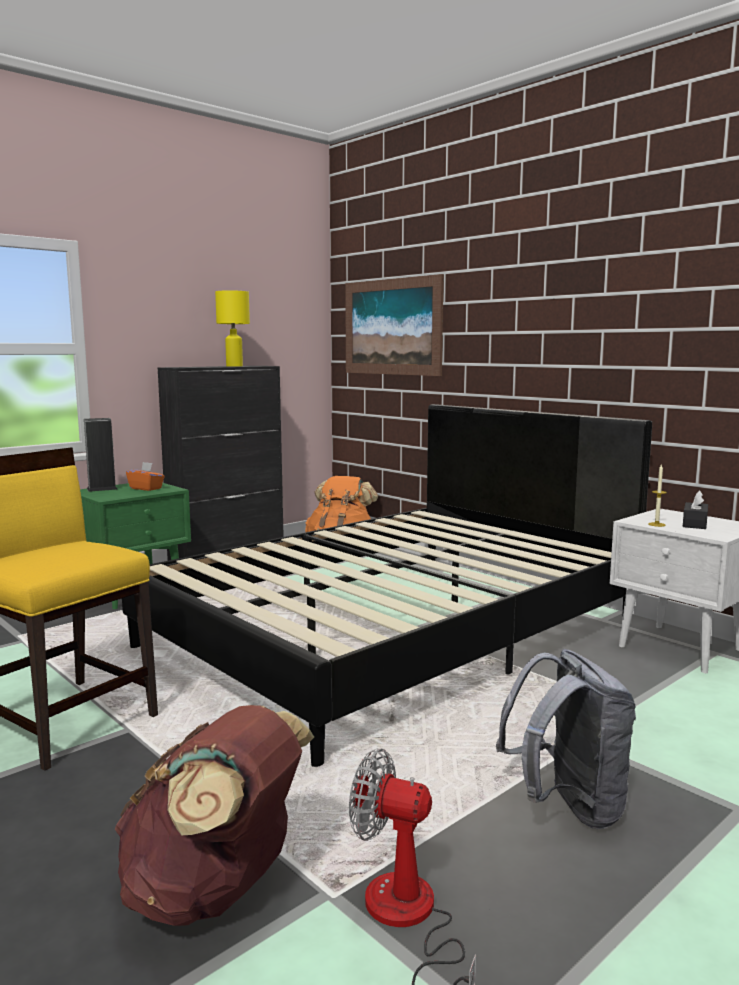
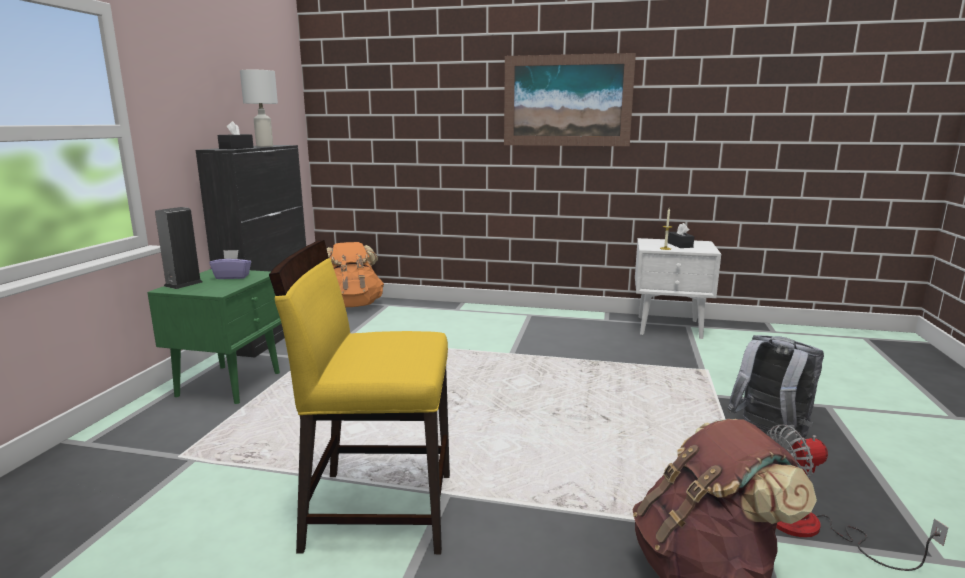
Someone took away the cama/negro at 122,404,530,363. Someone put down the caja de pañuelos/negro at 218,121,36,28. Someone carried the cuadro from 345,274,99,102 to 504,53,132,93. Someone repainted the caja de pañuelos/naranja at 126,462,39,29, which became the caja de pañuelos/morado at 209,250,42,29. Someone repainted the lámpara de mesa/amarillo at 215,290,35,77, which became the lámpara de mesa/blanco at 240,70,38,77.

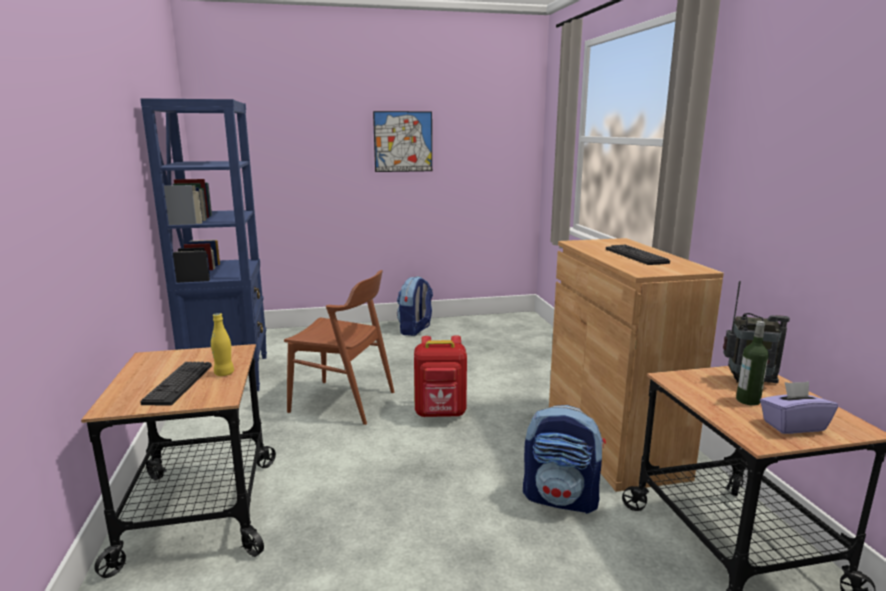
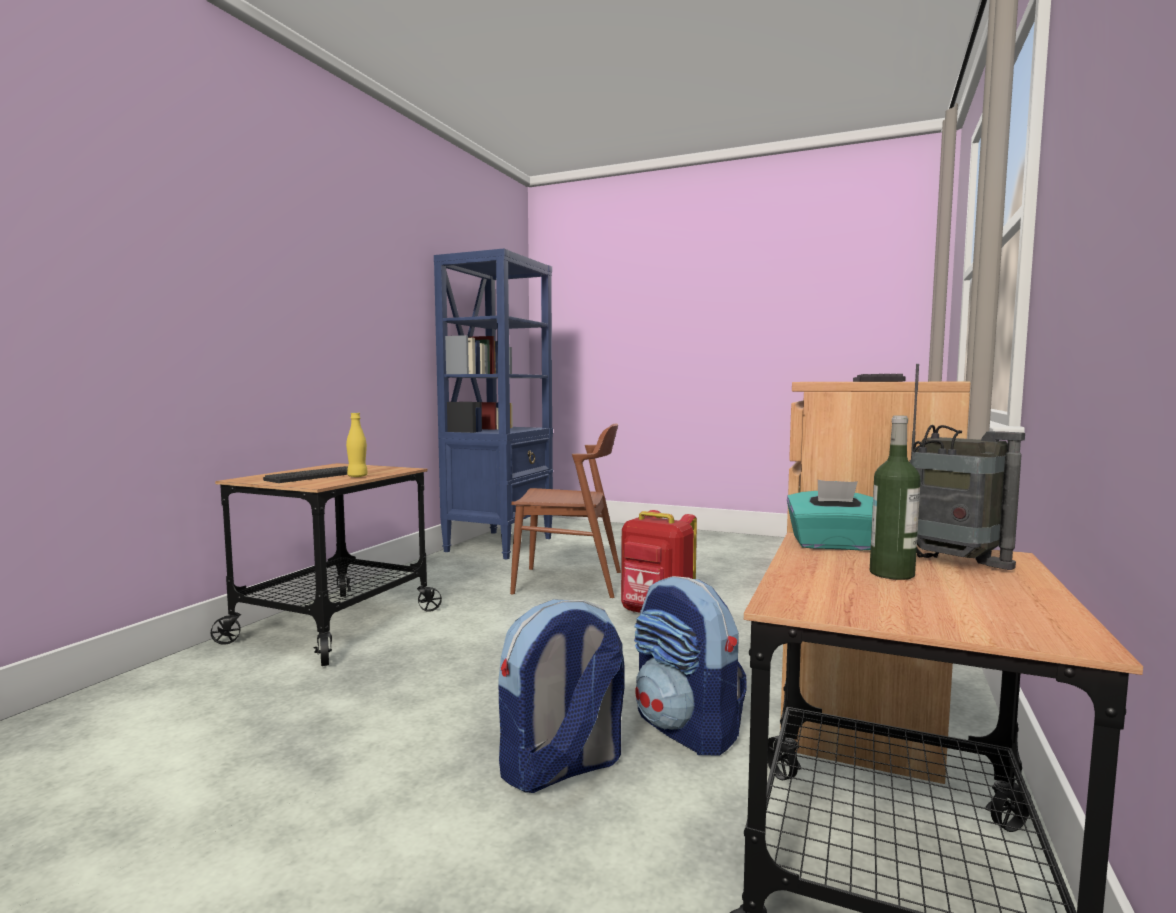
Someone took away the cuadro at 373,111,59,61. Someone took away the caja de pañuelos/morado at 760,381,78,53. Someone put down the caja de pañuelos/turquesa at 787,480,86,70. Someone carried the mochila from 397,276,36,60 to 498,599,127,194. Someone rotated the silla/marrón at 284,270,110,155 by 45 degrees counterclockwise.

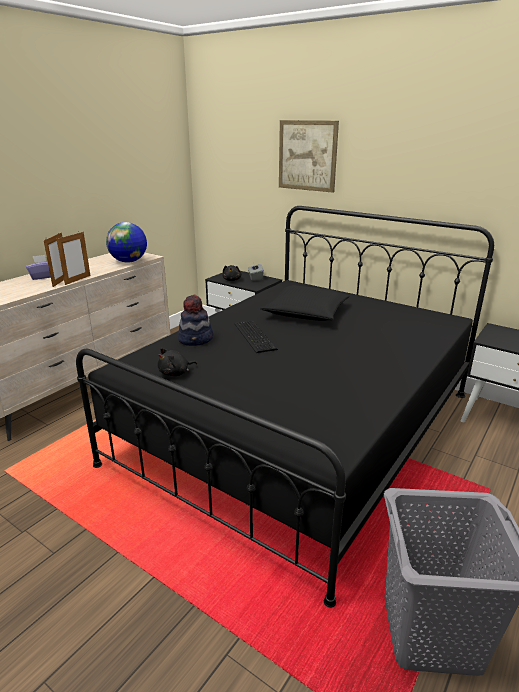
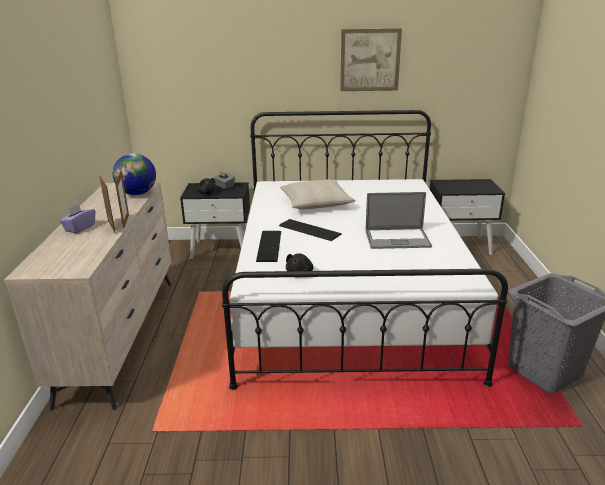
Someone put down the portátil at 366,192,66,57. Someone carried the cuadro from 279,120,60,73 to 340,28,62,63. Someone swapped the sombrero at 178,295,35,51 for the teclado at 256,231,25,31. Someone repainted the cama/negro at 76,206,418,402, which became the cama/blanco at 222,110,286,280. Someone repainted the cojín/negro at 260,286,90,35, which became the cojín/beis at 280,179,76,30.

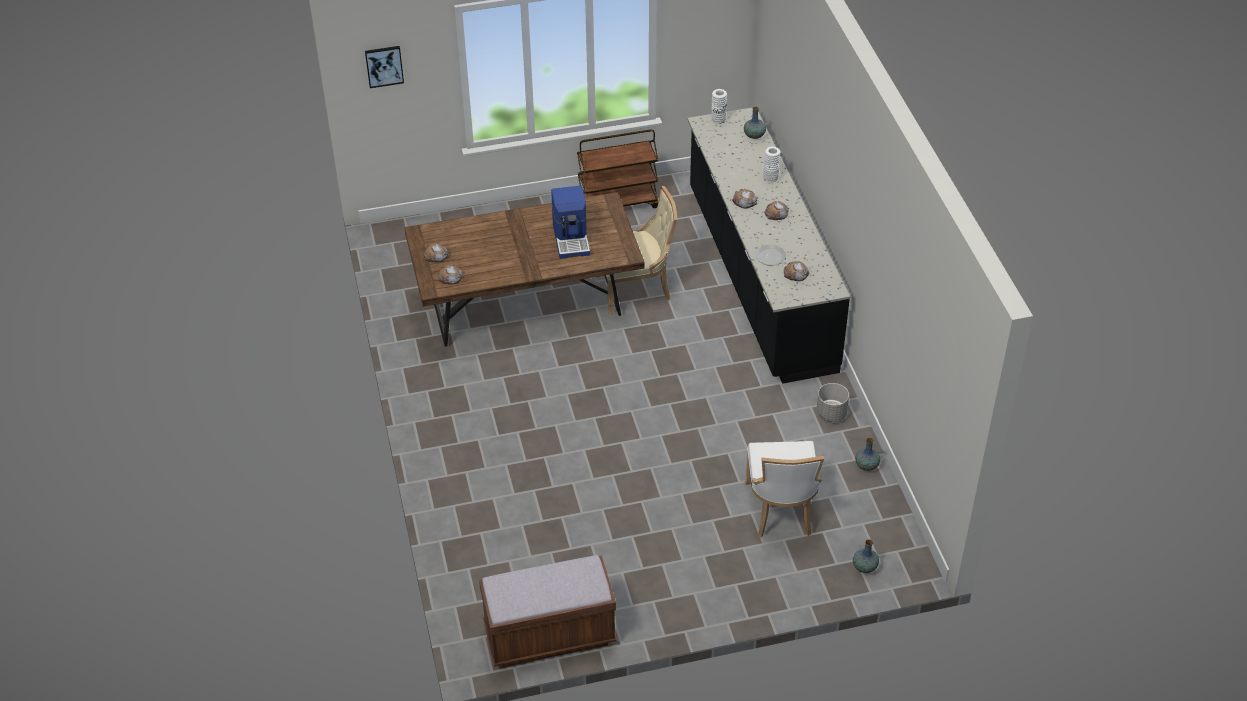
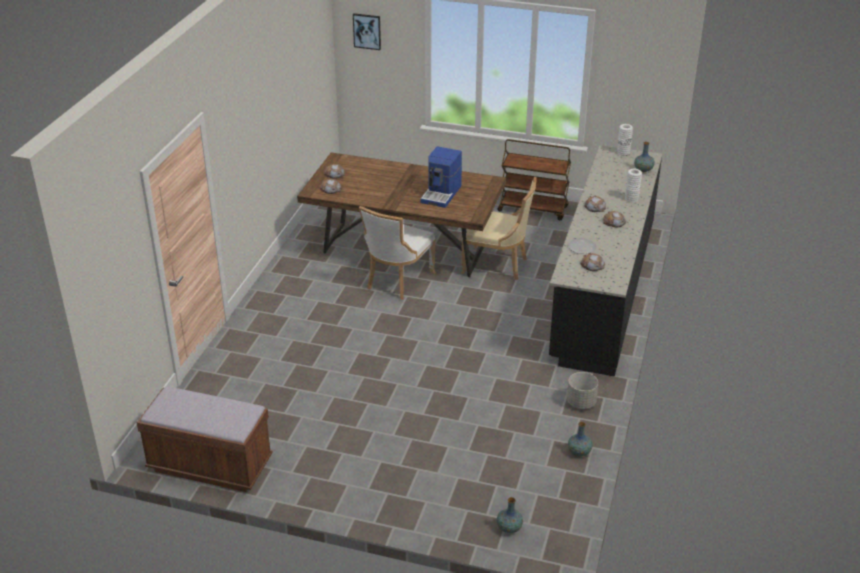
Someone carried the silla/blanco from 745,441,79,96 to 359,206,77,94.

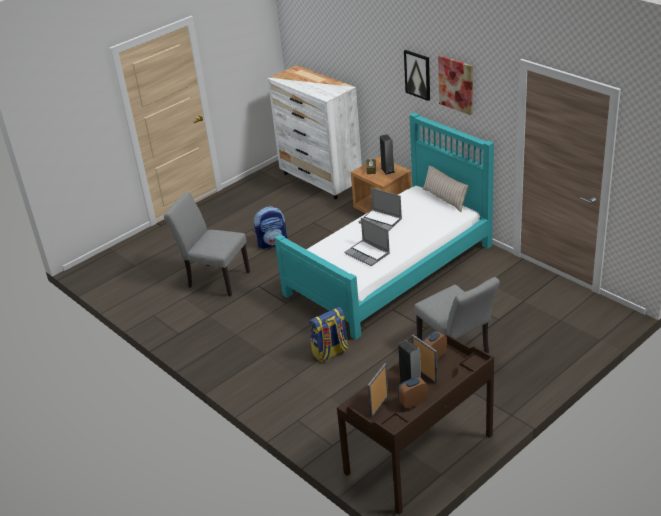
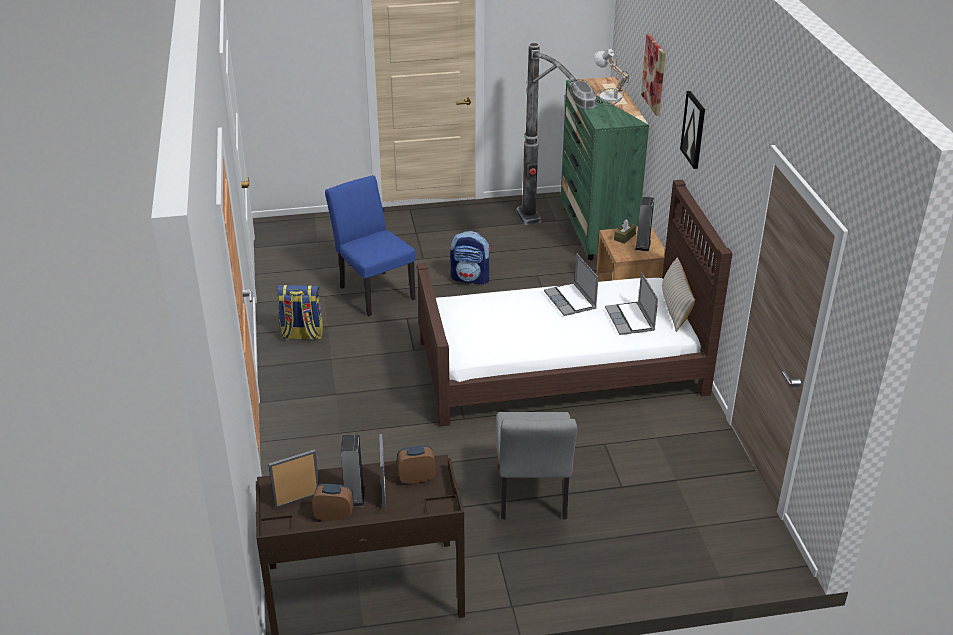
Someone put down the lámpara de pie at 517,43,79,182. Someone put down the lámpara de mesa at 594,49,35,57. Someone carried the mochila from 309,307,40,55 to 277,285,46,55. Someone carried the portátil from 345,218,45,48 to 605,272,53,63. Someone carried the cuadro from 438,55,35,60 to 641,34,25,82. Someone repainted the silla/gris at 164,192,86,105, which became the silla/azul at 325,175,91,141. Someone repainted the cómoda/blanco at 268,65,94,134, which became the cómoda/verde at 561,77,88,183. Someone repainted the cama/turquesa at 274,112,220,228, which became the cama/marrón at 417,180,315,247.

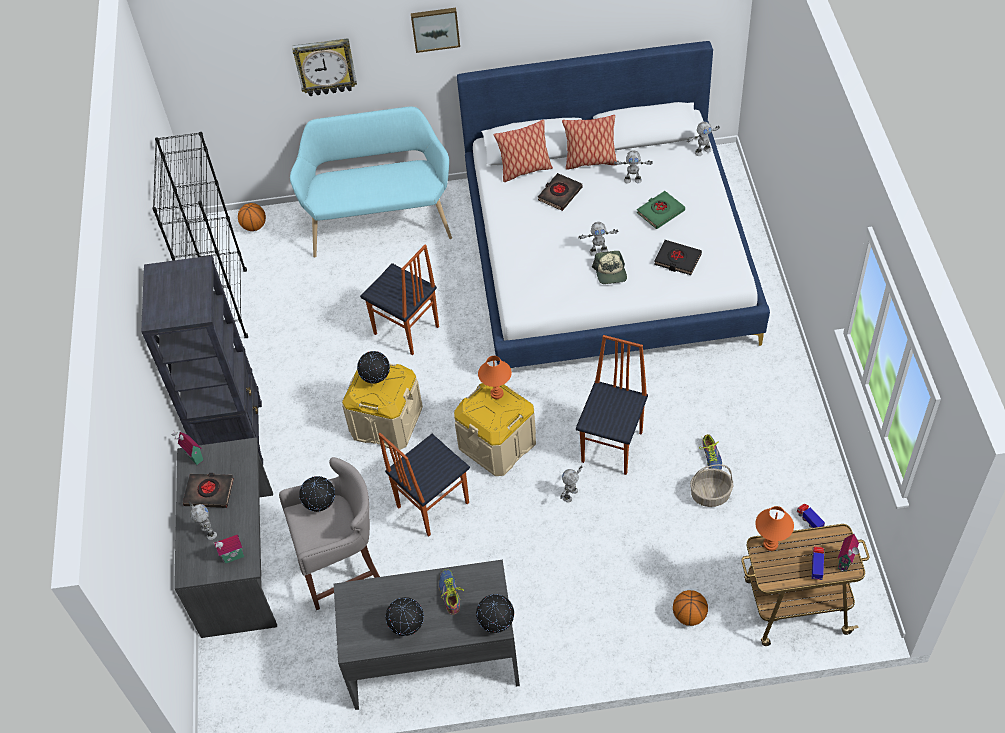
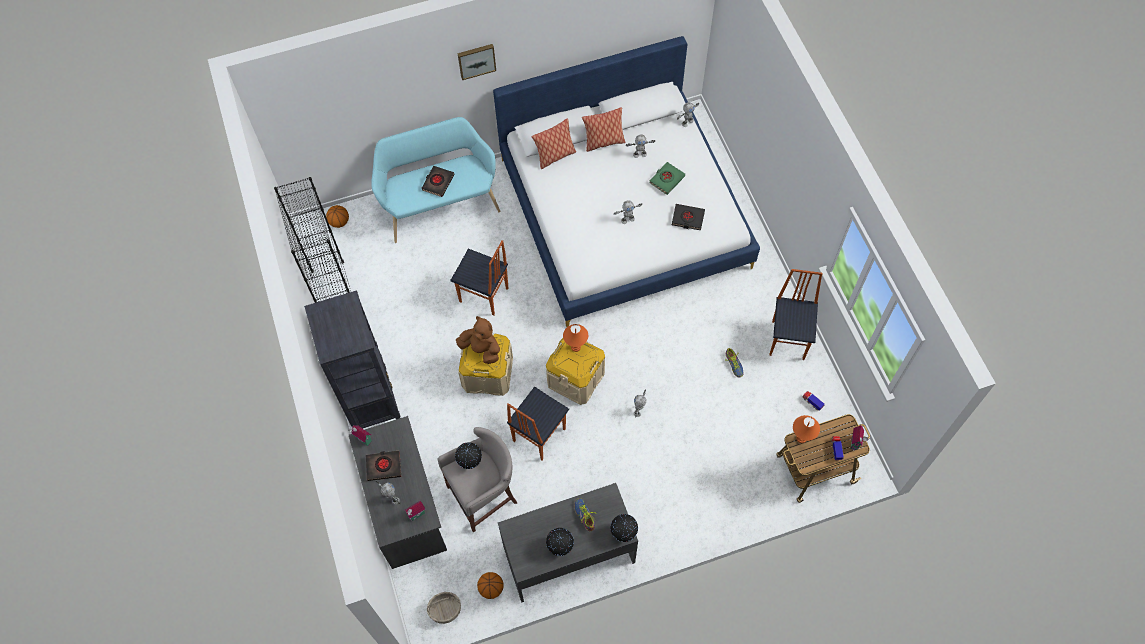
Someone took away the reloj de pared at 292,38,65,58. Someone took away the gorra at 592,251,35,33. Someone carried the libro/negro from 538,173,44,38 to 422,166,32,31. Someone carried the silla from 576,335,72,140 to 769,269,53,91. Someone carried the balón de baloncesto from 673,590,35,36 to 477,572,27,27. Someone carried the cesta from 690,464,43,43 to 427,592,34,32. Someone swapped the globo terráqueo at 357,351,33,33 for the peluche/marrón at 456,316,44,48.

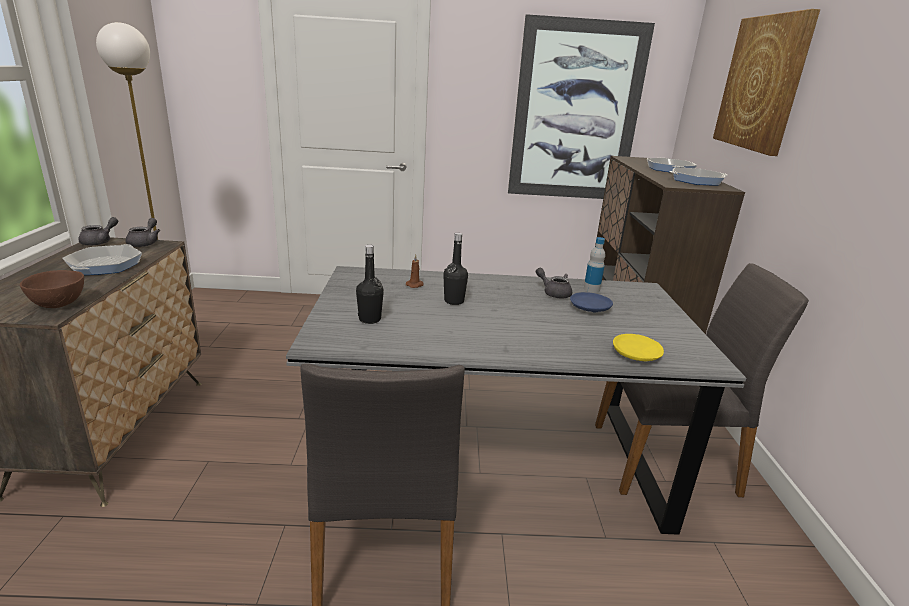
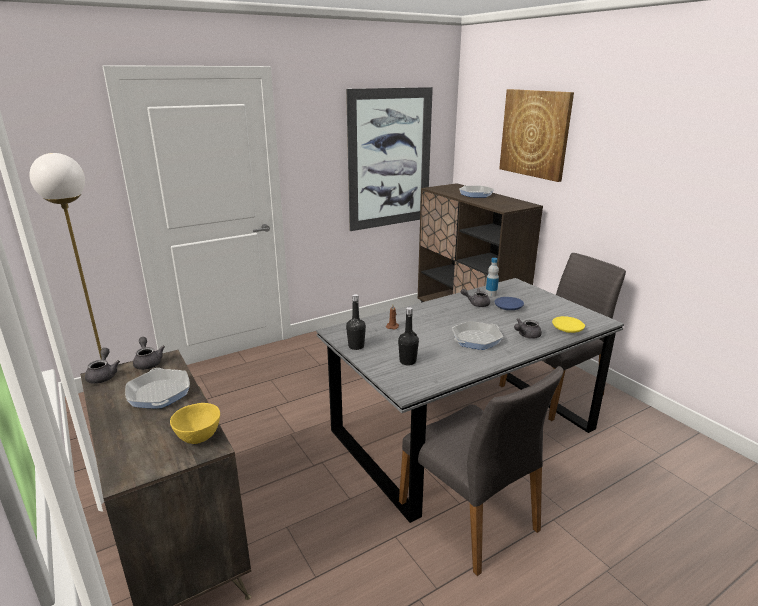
Someone put down the tetera/gris at 514,318,28,21. Someone carried the botella/negro from 443,233,25,72 to 346,294,20,56. Someone carried the sartén from 669,168,58,18 to 452,321,51,29. Someone repainted the cuenco/marrón at 20,270,64,38, which became the cuenco/amarillo at 170,403,50,41.

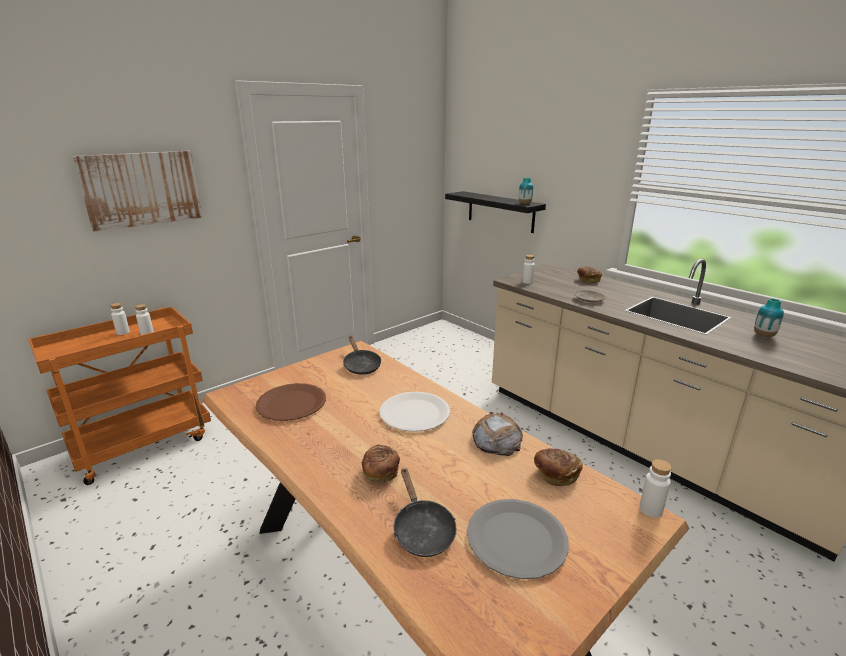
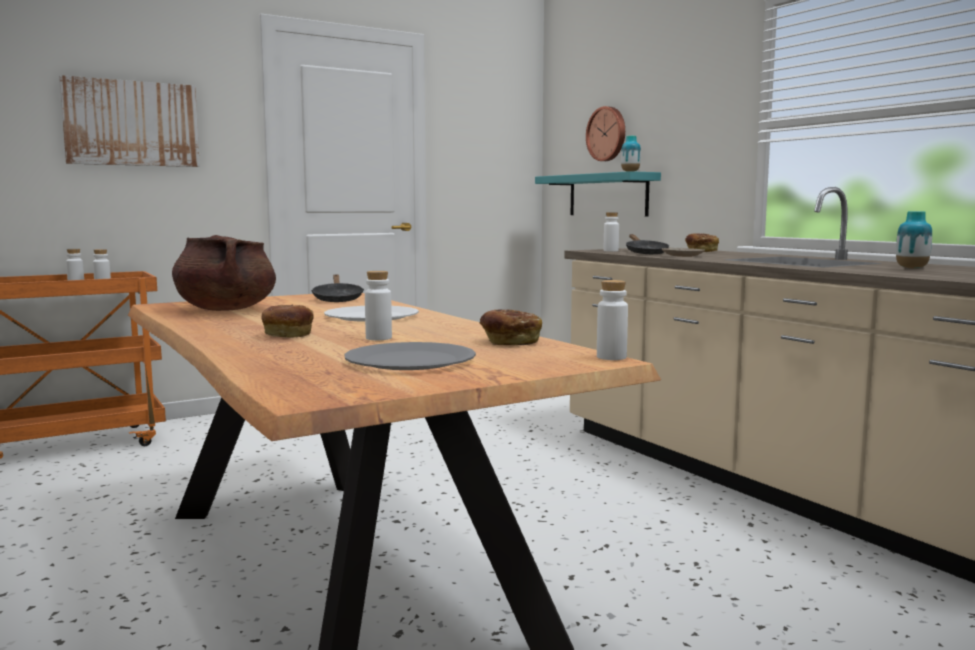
Someone took away the pan at 472,412,51,44. Someone put down the botella/blanco at 365,271,27,69. Someone put up the reloj de pared at 586,106,39,55. Someone carried the sartén/negro from 393,468,64,89 to 626,234,43,20. Someone swapped the plato/marrón at 256,383,70,38 for the olla/marrón at 172,235,104,76. Someone repainted the estante/negro at 445,191,101,42, which became the estante/turquesa at 535,171,126,46.

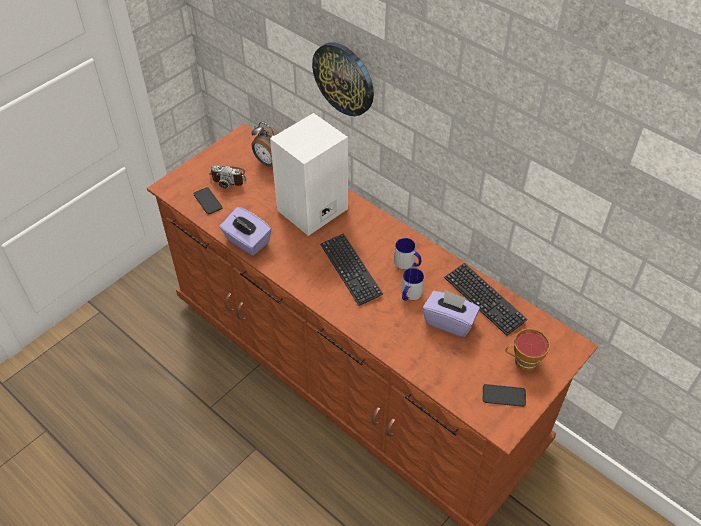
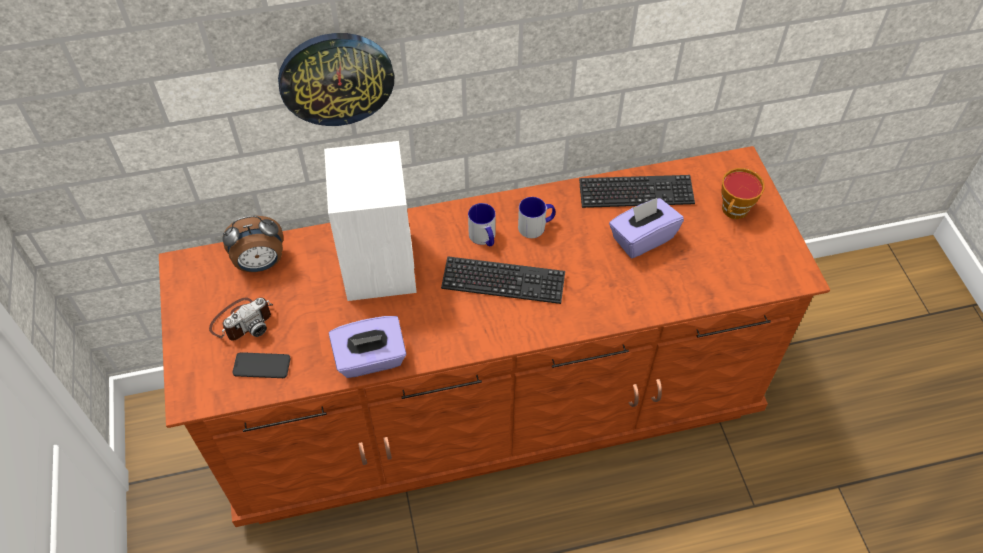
Someone took away the móvil at 483,384,43,23. Someone carried the taza grande from 402,268,22,33 to 468,203,28,43.

